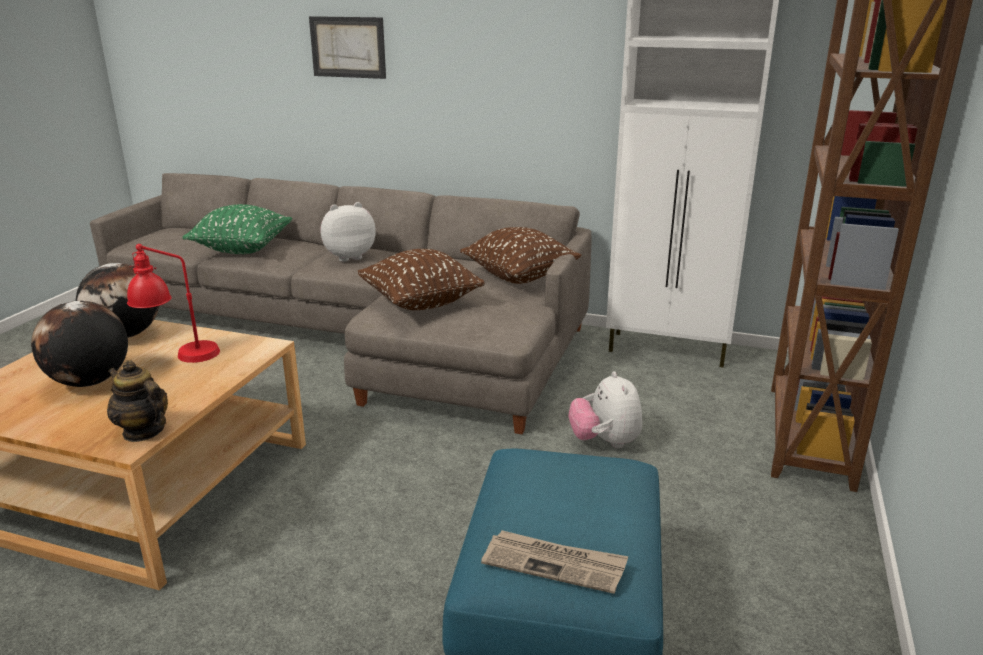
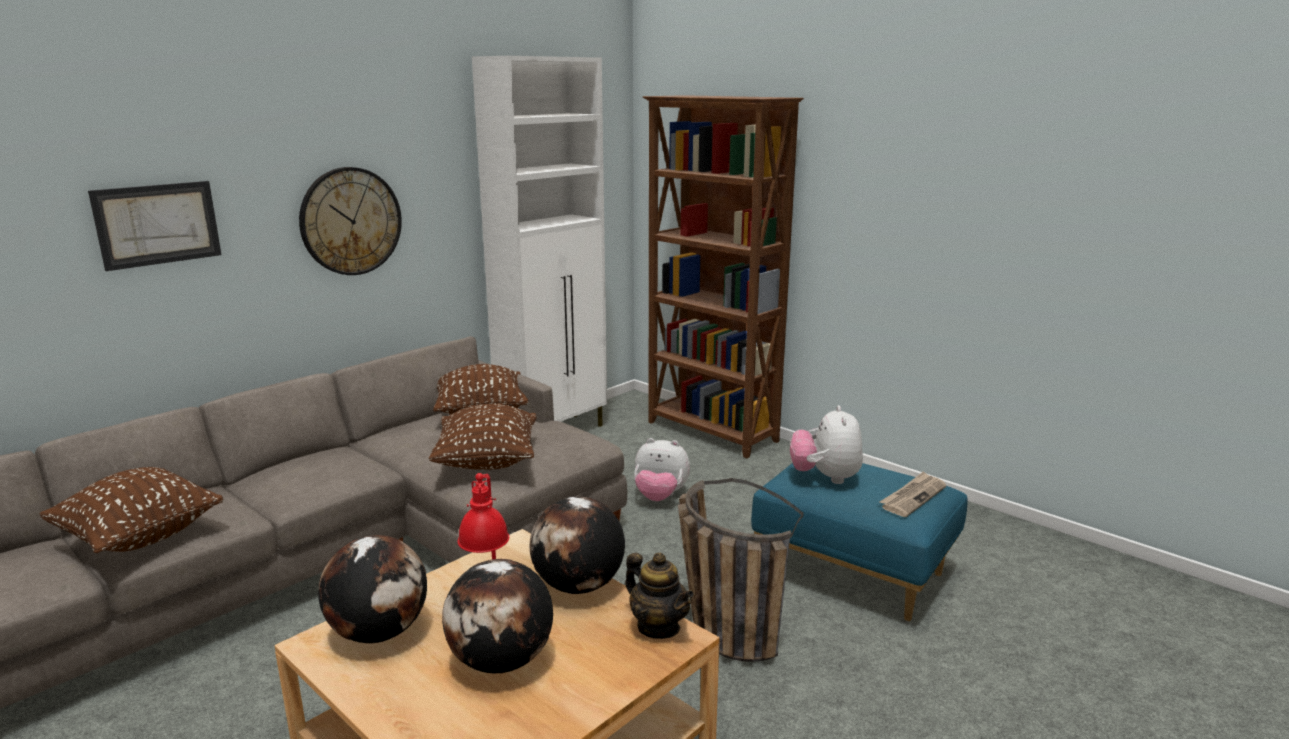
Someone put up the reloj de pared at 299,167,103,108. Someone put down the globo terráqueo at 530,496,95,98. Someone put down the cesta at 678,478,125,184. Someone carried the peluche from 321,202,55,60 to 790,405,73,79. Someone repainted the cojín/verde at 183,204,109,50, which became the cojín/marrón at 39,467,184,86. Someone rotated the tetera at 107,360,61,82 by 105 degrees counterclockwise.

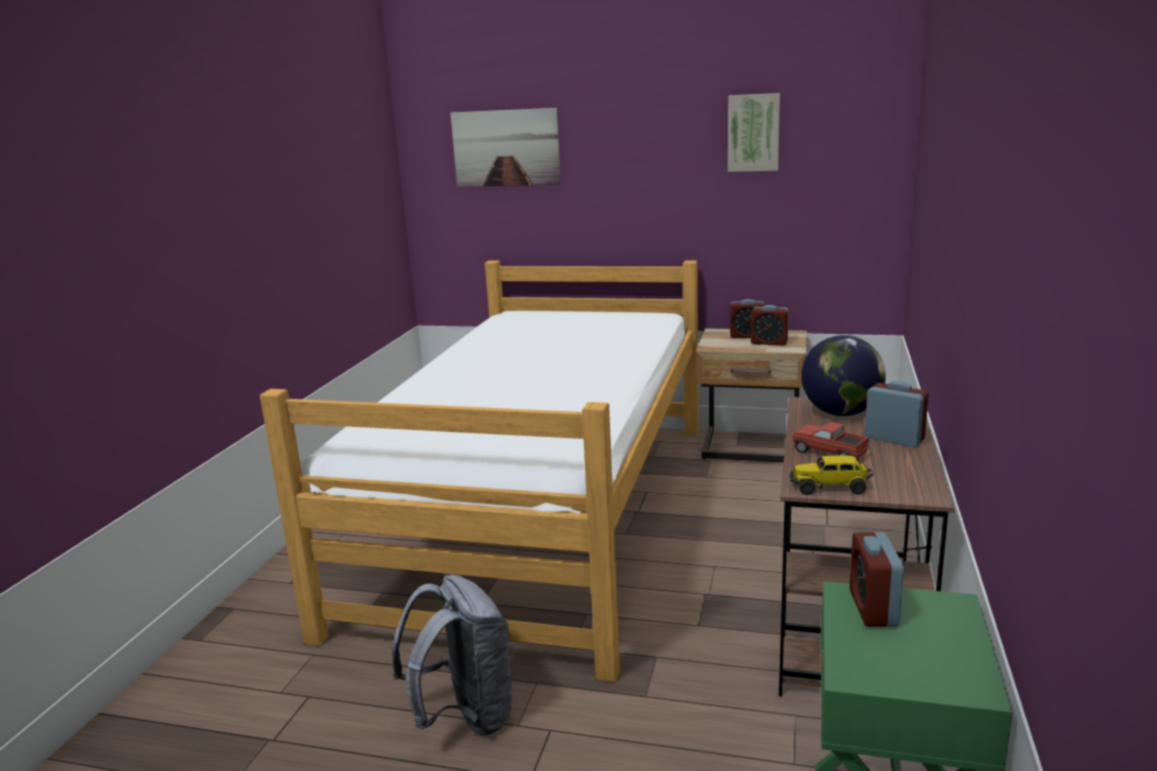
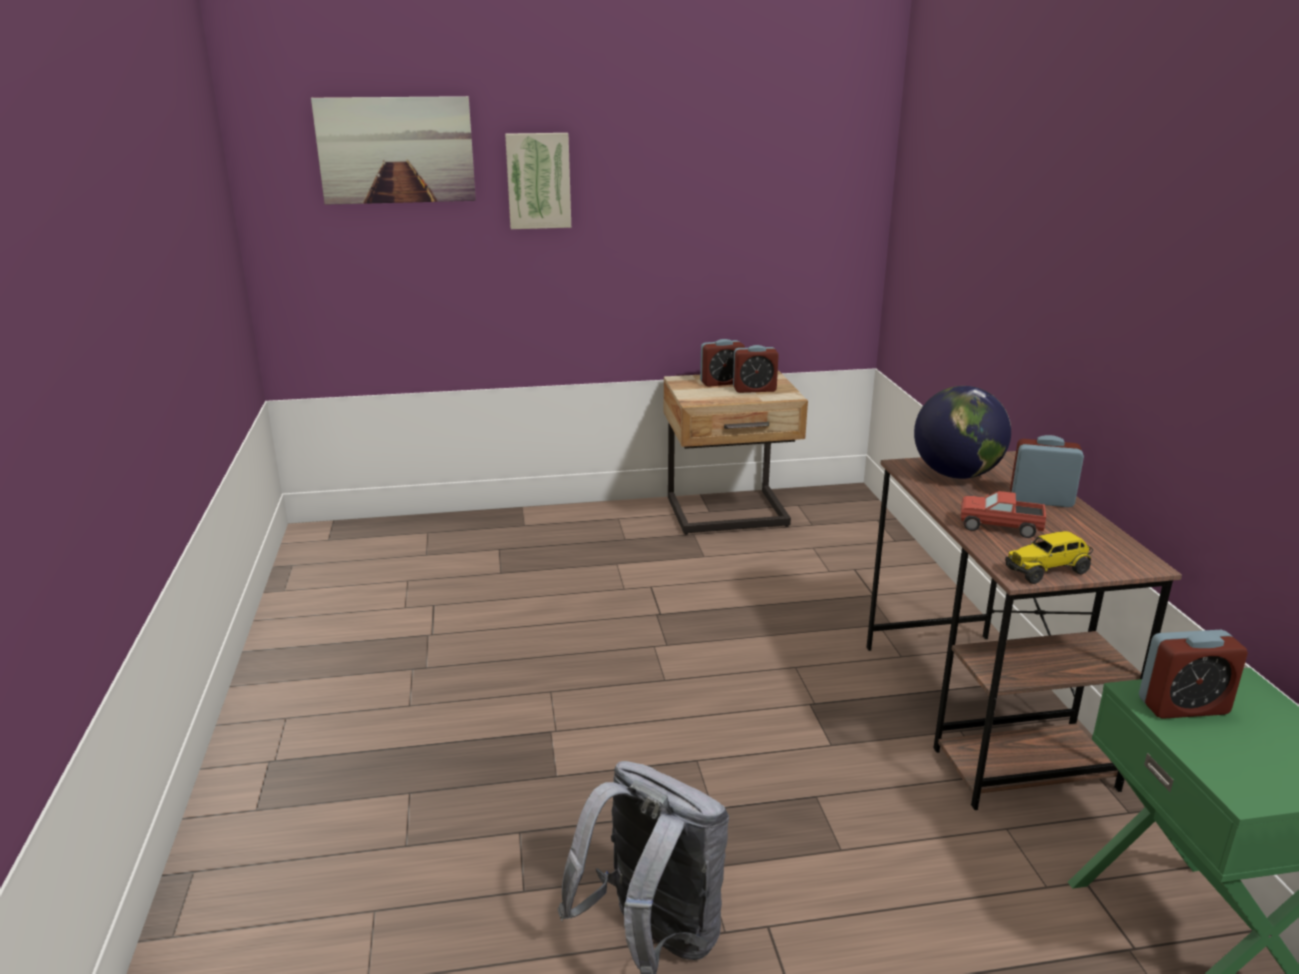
Someone took away the cama at 260,260,438,422. Someone carried the cuadro from 728,93,52,79 to 505,133,66,96. Someone rotated the despertador at 850,532,54,95 by 75 degrees counterclockwise.

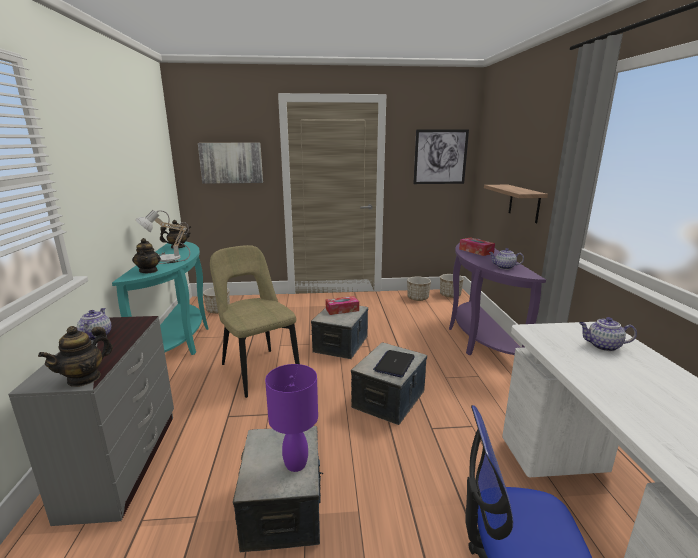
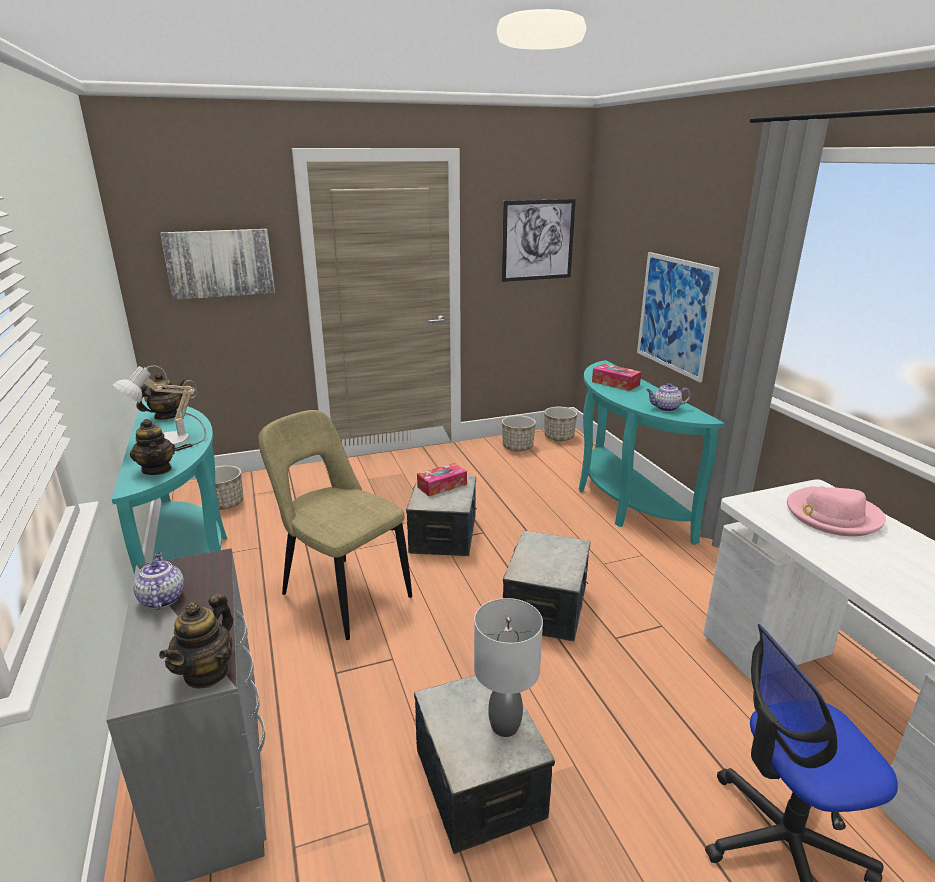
Someone took away the portátil at 373,350,42,28. Someone swapped the estante at 484,185,64,38 for the cuadro at 637,252,83,130. Someone swapped the tetera at 579,317,58,34 for the sombrero/rosa at 787,486,99,51. Someone repainted the lámpara de mesa/morado at 265,364,53,108, which became the lámpara de mesa/gris at 474,598,69,139. Someone repainted the mesa consola/morado at 449,239,97,116, which became the mesa consola/turquesa at 579,360,146,185.

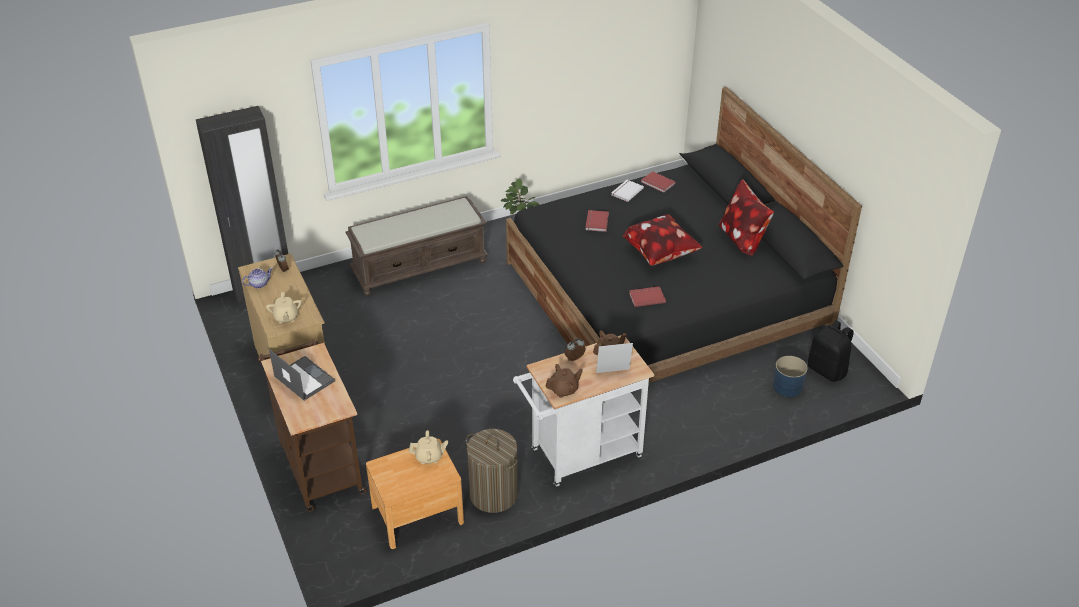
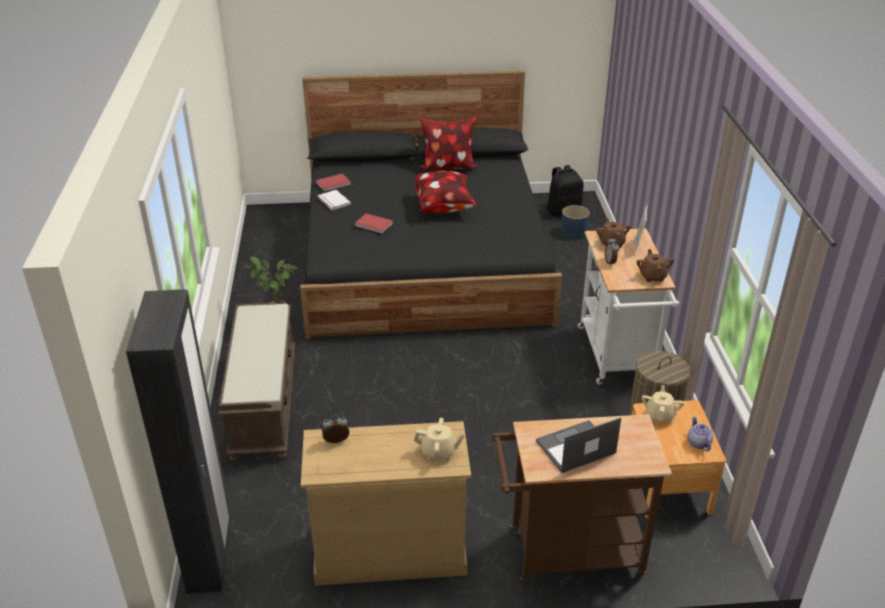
Someone took away the libro/rojo at 629,286,37,21. Someone carried the tetera from 242,268,31,20 to 687,416,26,35.

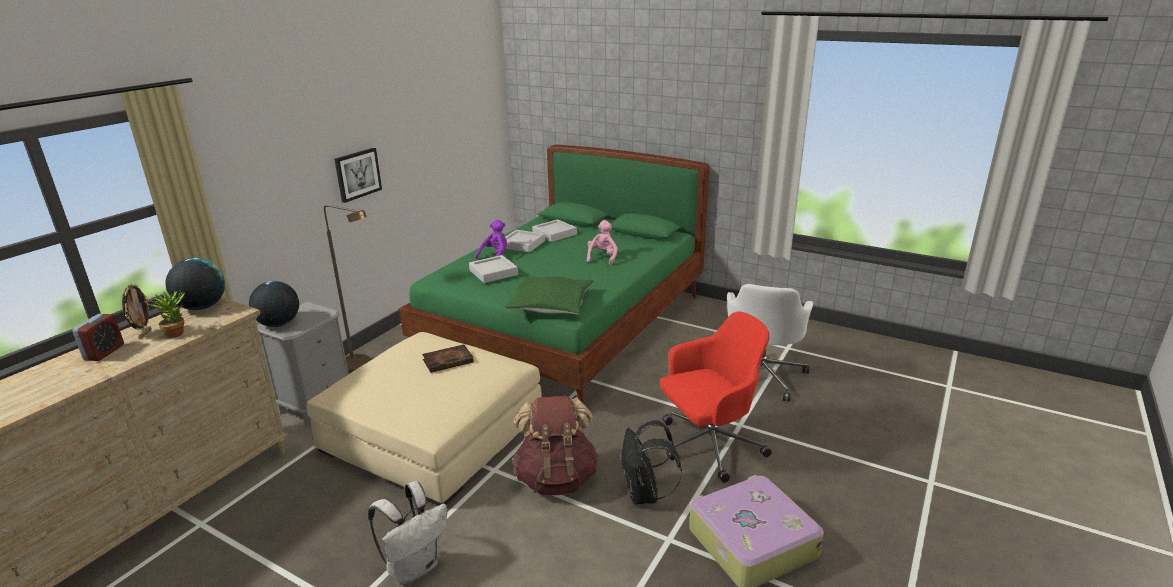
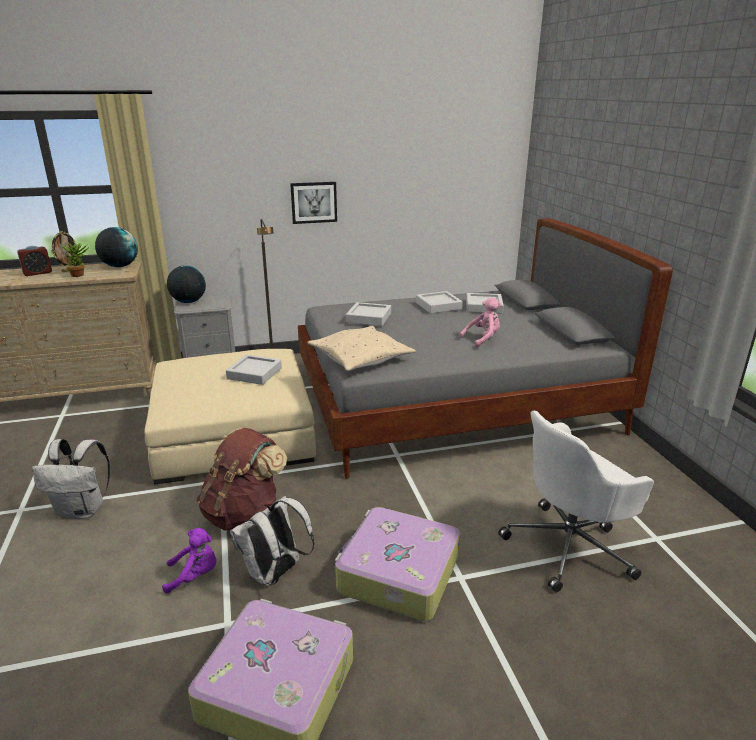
Someone carried the peluche/morado from 475,220,32,39 to 162,528,54,66. Someone swapped the libro at 422,344,52,29 for the bandeja/gris at 226,354,56,31. Someone swapped the silla de oficina/rojo at 660,311,112,172 for the maleta at 335,507,125,114. Someone repainted the cama/verde at 399,145,311,260, which became the cama/gris at 298,218,375,261. Someone repainted the cojín/verde at 504,276,90,39, which became the cojín/beis at 307,326,109,45. Someone repainted the mochila/negro at 621,420,61,84, which became the mochila/blanco at 230,496,85,90.

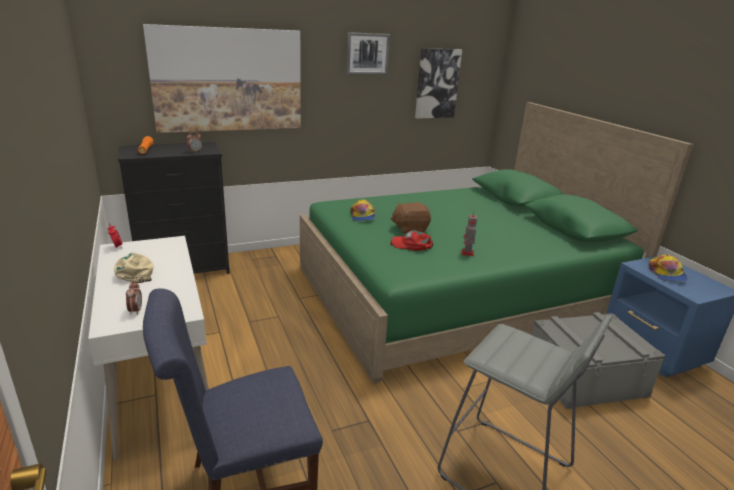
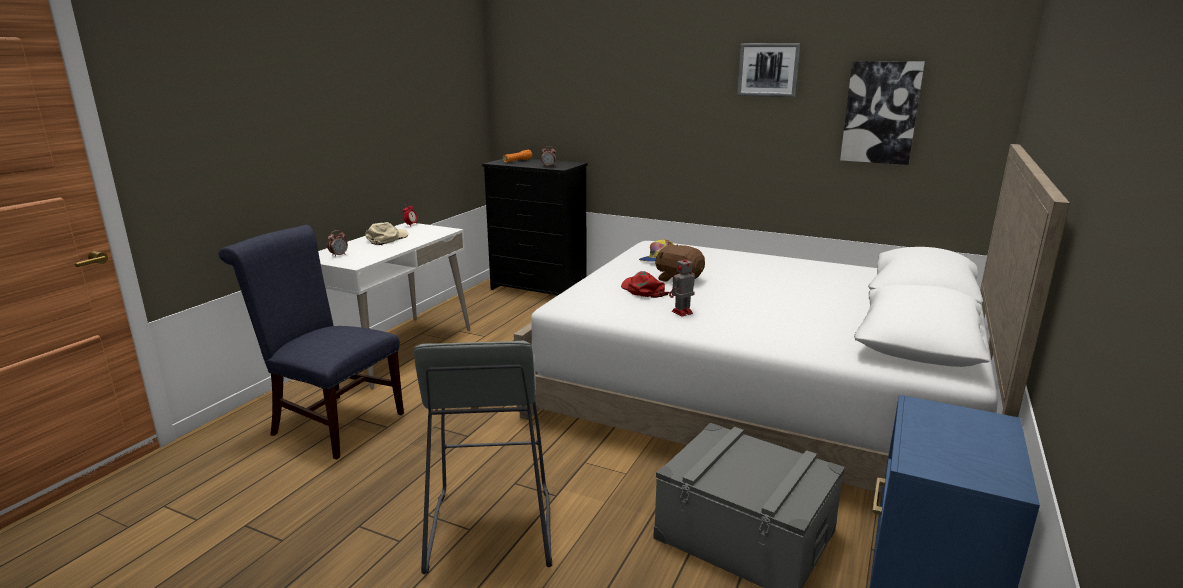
Someone took away the cuadro at 143,24,158,109. Someone took away the gorra at 649,255,39,27. Someone repainted the cama/verde at 300,102,394,281, which became the cama/blanco at 514,144,556,349.

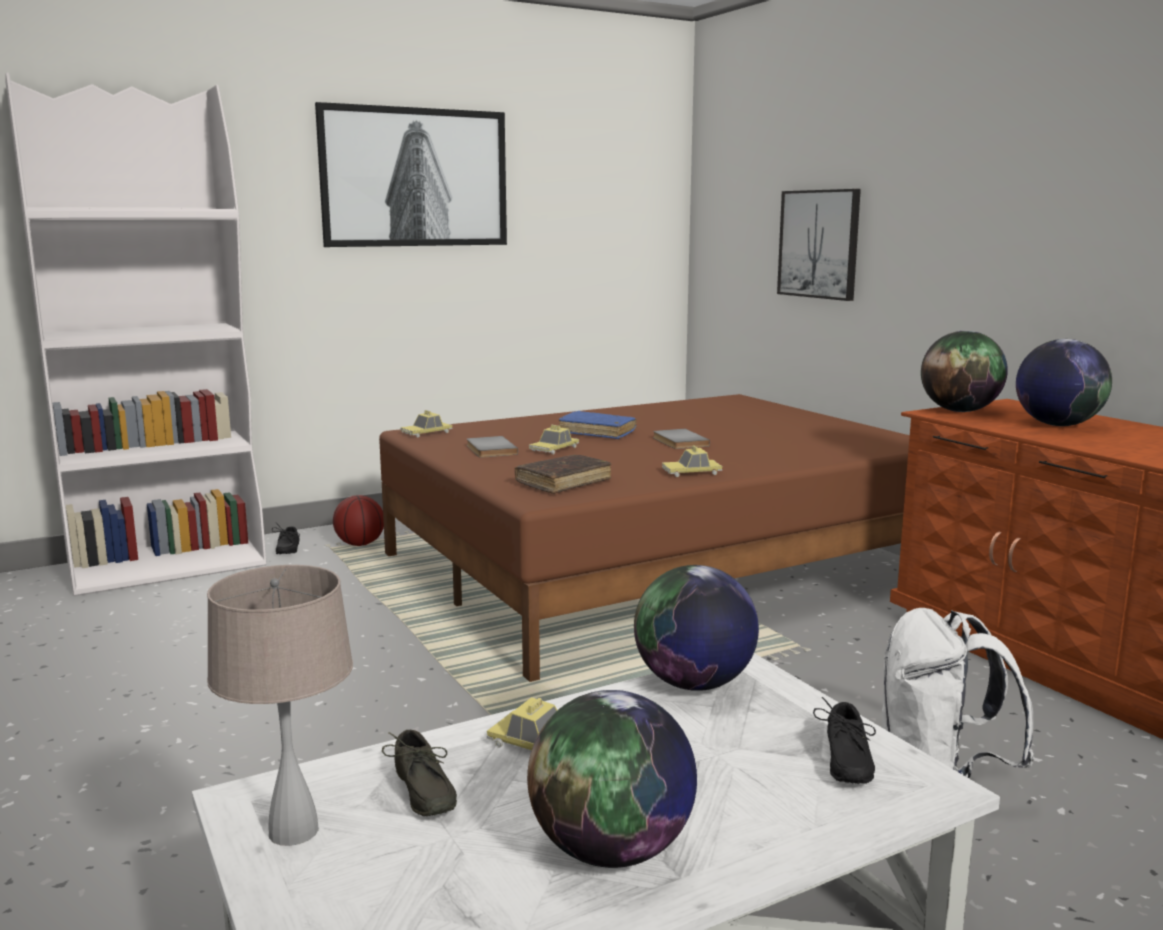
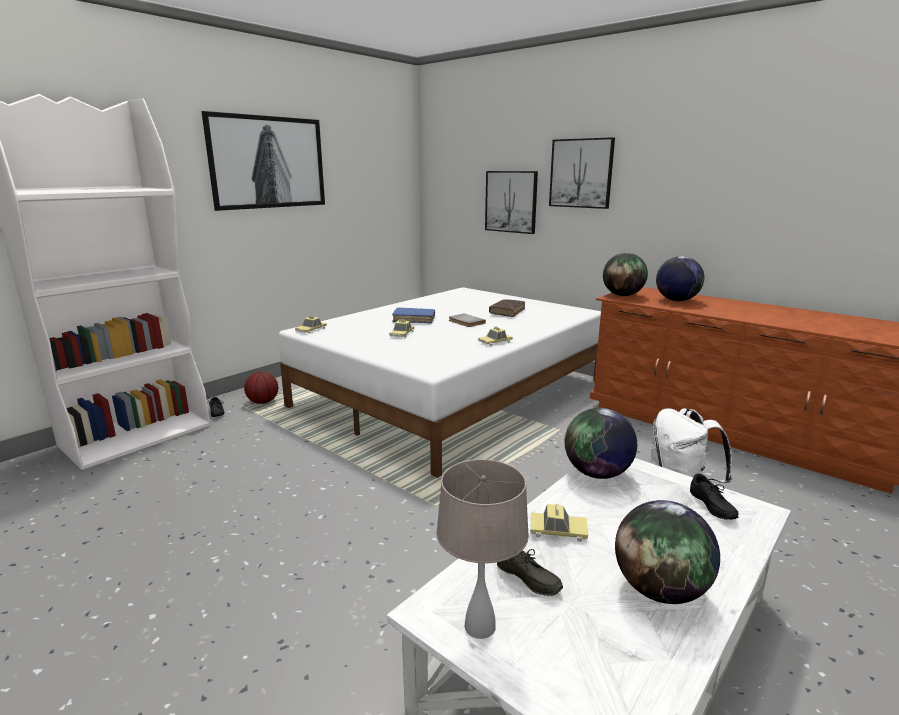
Someone took away the libro/gris at 467,436,51,22. Someone put up the cuadro at 549,137,66,72. Someone carried the libro/marrón from 514,455,97,39 to 489,299,36,18. Someone repainted the cama/marrón at 379,394,531,288, which became the cama/blanco at 278,287,323,191.

